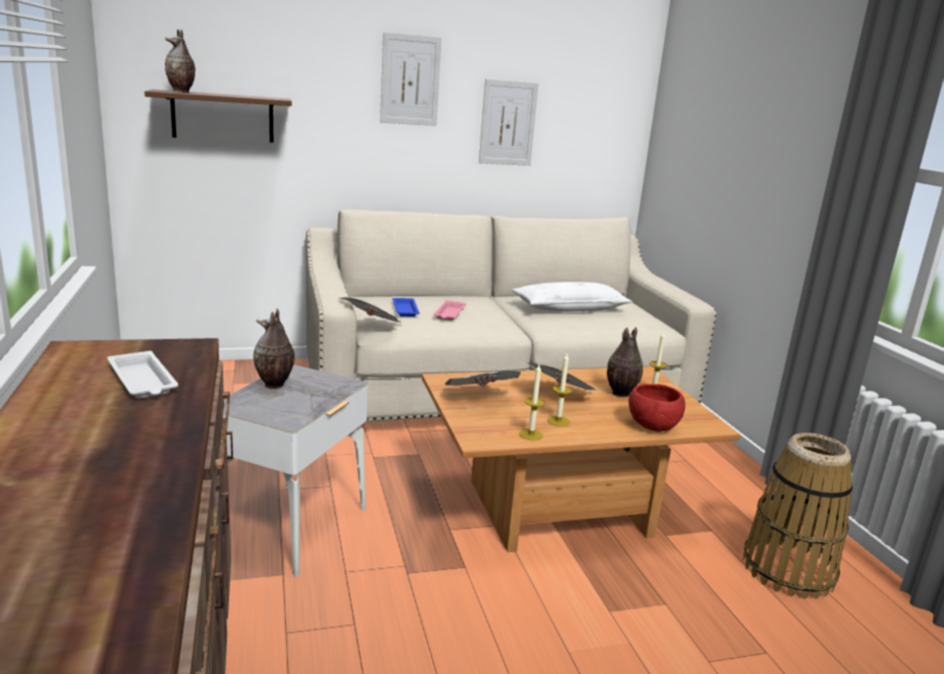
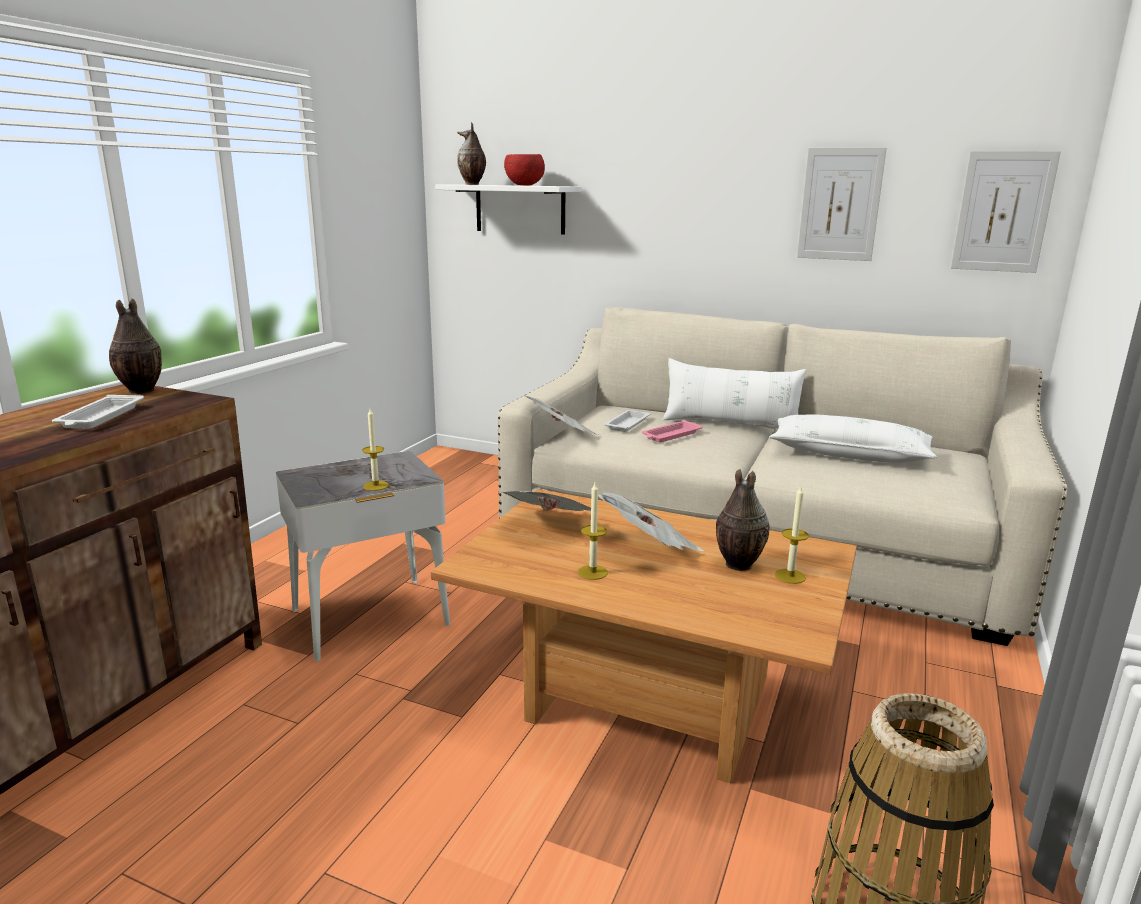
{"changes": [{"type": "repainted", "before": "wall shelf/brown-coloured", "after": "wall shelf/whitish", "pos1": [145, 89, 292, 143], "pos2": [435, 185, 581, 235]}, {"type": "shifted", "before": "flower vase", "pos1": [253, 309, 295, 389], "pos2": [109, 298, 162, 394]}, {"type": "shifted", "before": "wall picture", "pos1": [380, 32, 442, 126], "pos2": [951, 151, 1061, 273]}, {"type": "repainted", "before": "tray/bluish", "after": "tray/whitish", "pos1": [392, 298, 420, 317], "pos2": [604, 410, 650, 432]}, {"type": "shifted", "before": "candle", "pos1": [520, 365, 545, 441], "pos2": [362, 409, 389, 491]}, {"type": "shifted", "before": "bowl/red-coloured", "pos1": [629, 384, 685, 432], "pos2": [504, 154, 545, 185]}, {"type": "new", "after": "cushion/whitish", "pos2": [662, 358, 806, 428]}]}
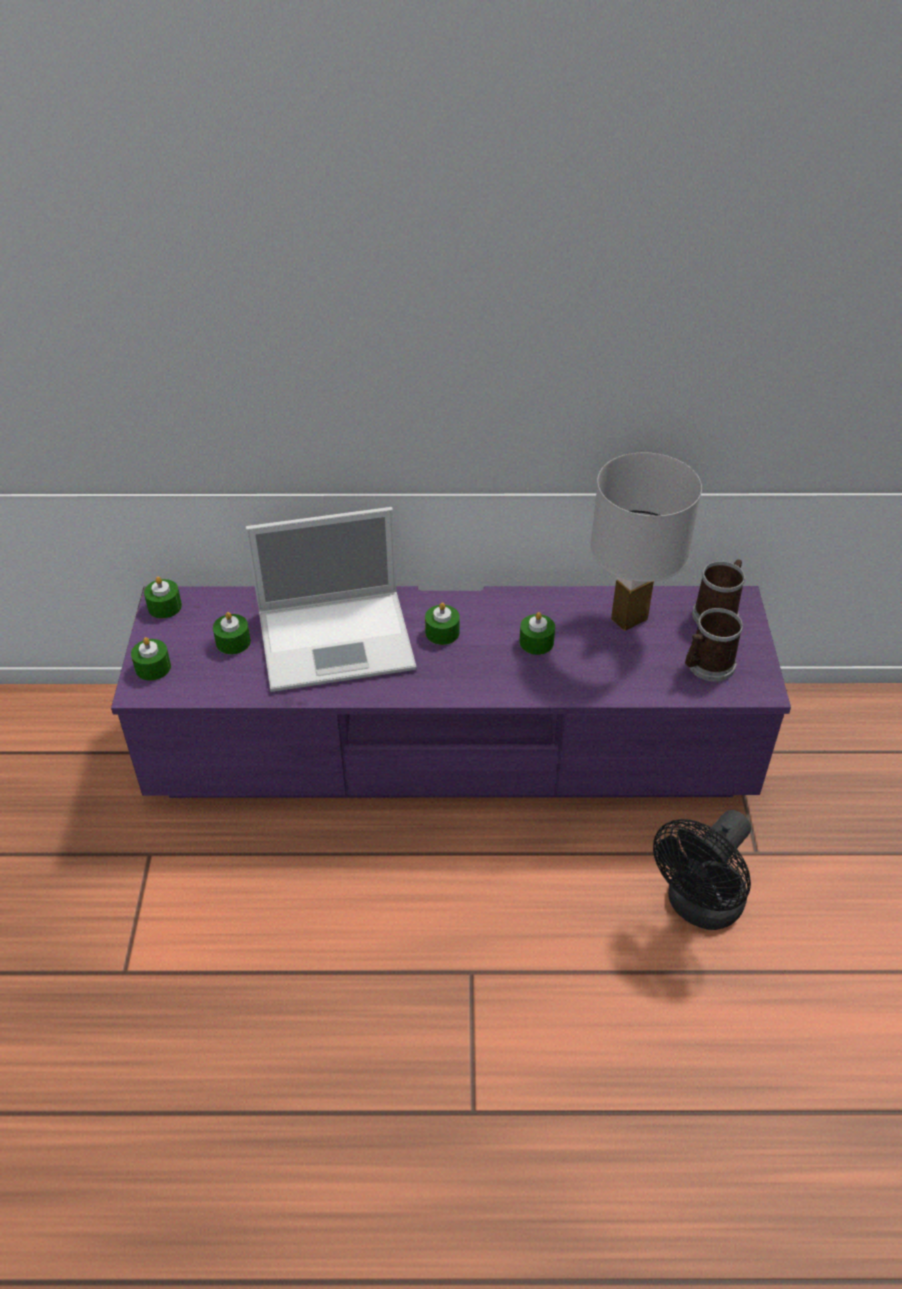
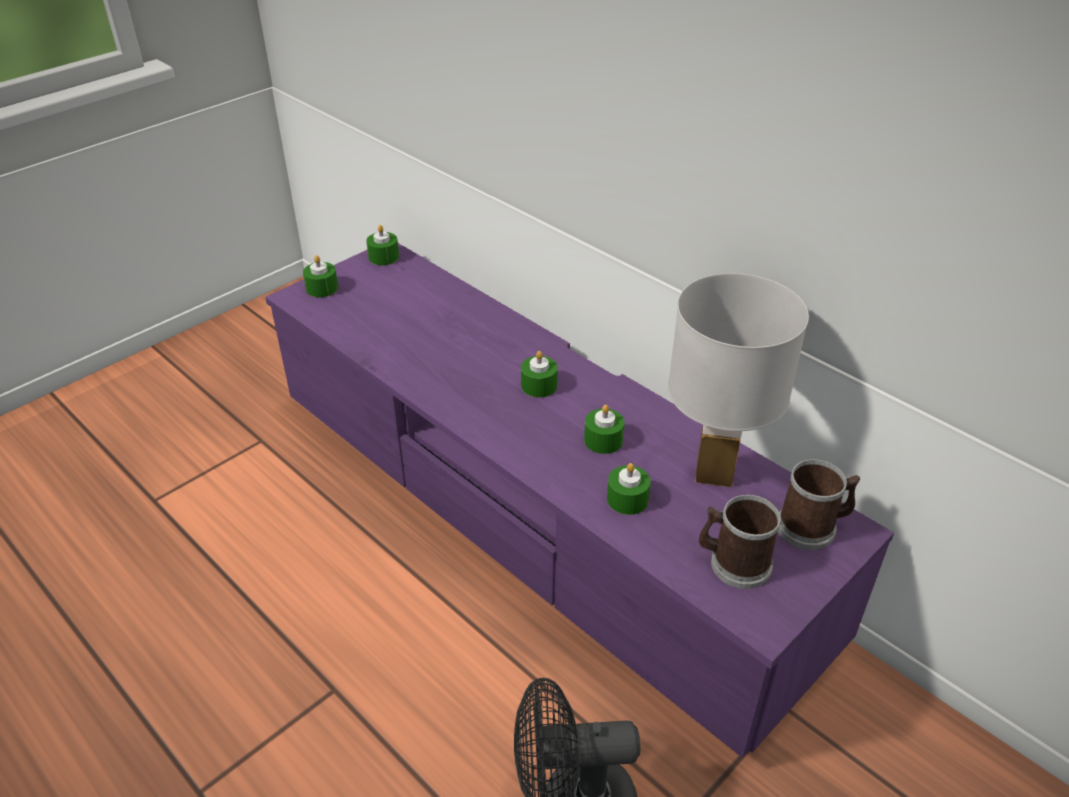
{"changes": [{"type": "shifted", "before": "candle/greenish", "pos1": [213, 612, 251, 655], "pos2": [607, 463, 651, 515]}, {"type": "gone", "before": "portable computer", "pos1": [246, 507, 416, 692]}]}
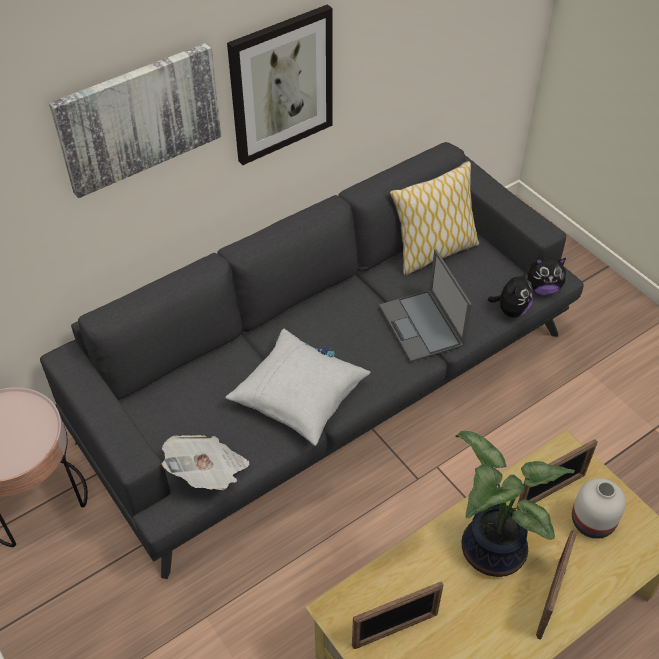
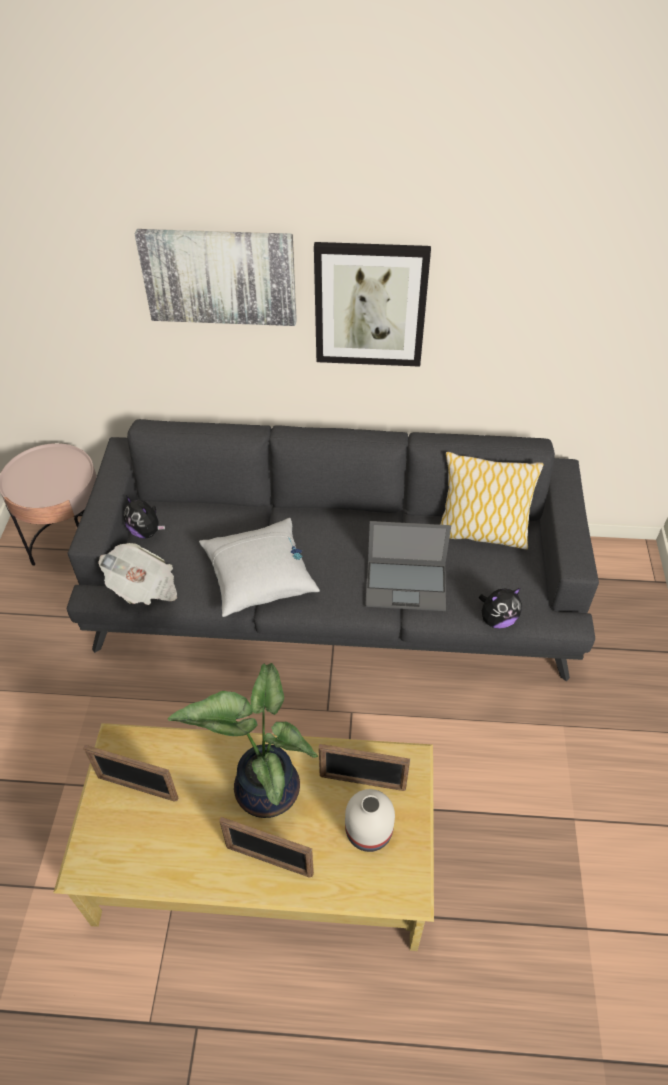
{"changes": [{"type": "rotated", "before": "portable computer", "pos1": [379, 249, 472, 362], "pos2": [365, 521, 451, 611], "turn": -105}, {"type": "shifted", "before": "cuddly toy", "pos1": [527, 256, 566, 295], "pos2": [124, 496, 165, 539]}, {"type": "rotated", "before": "standing frame", "pos1": [536, 529, 578, 640], "pos2": [219, 817, 314, 878], "turn": -135}]}
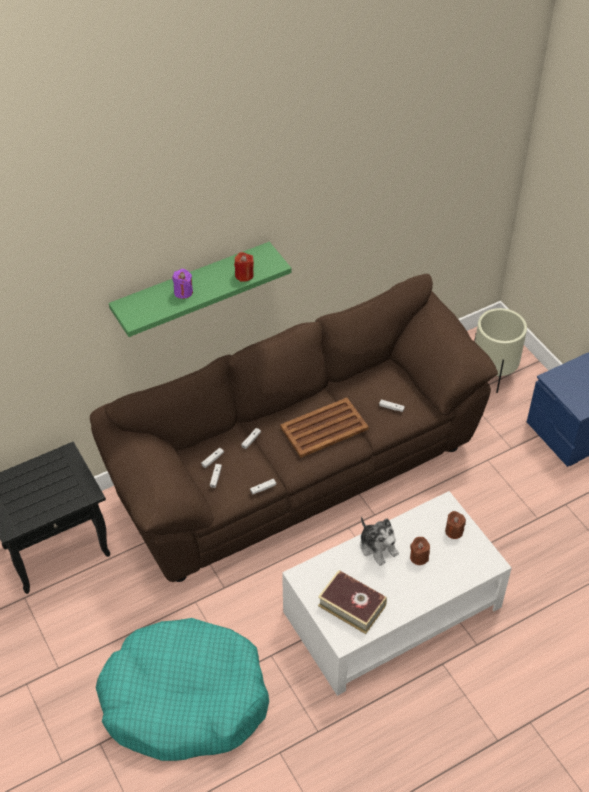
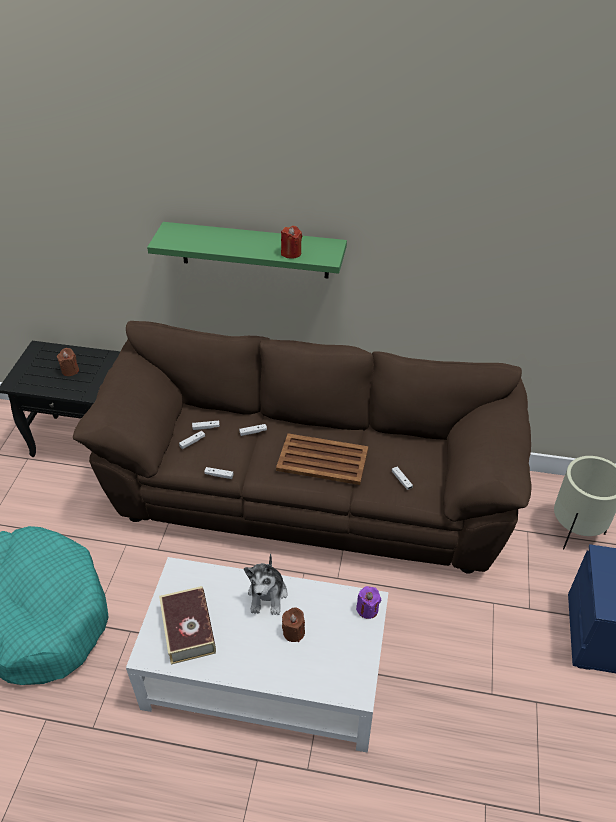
{"changes": [{"type": "shifted", "before": "candle/purple-coloured", "pos1": [172, 269, 193, 299], "pos2": [356, 586, 381, 619]}, {"type": "shifted", "before": "candle/brown-coloured", "pos1": [445, 511, 466, 539], "pos2": [57, 348, 79, 376]}]}
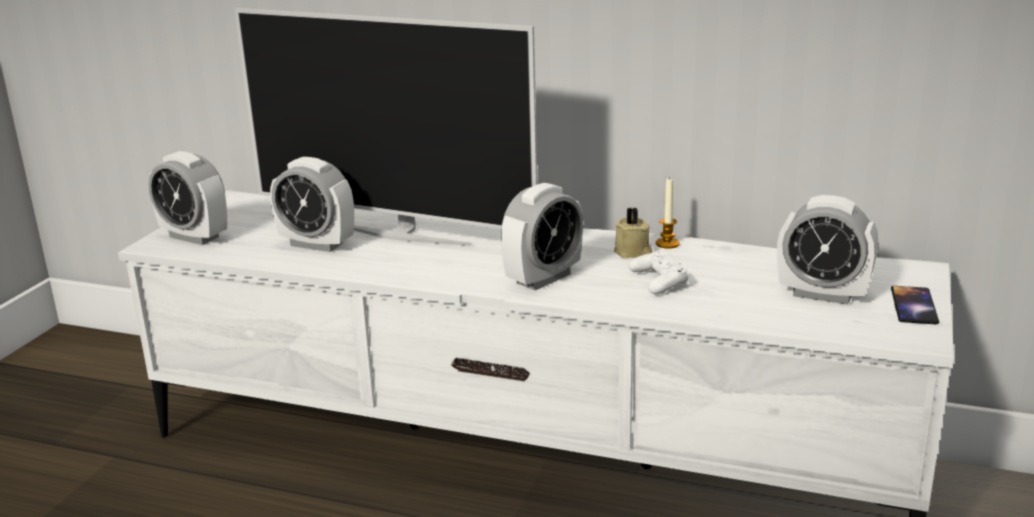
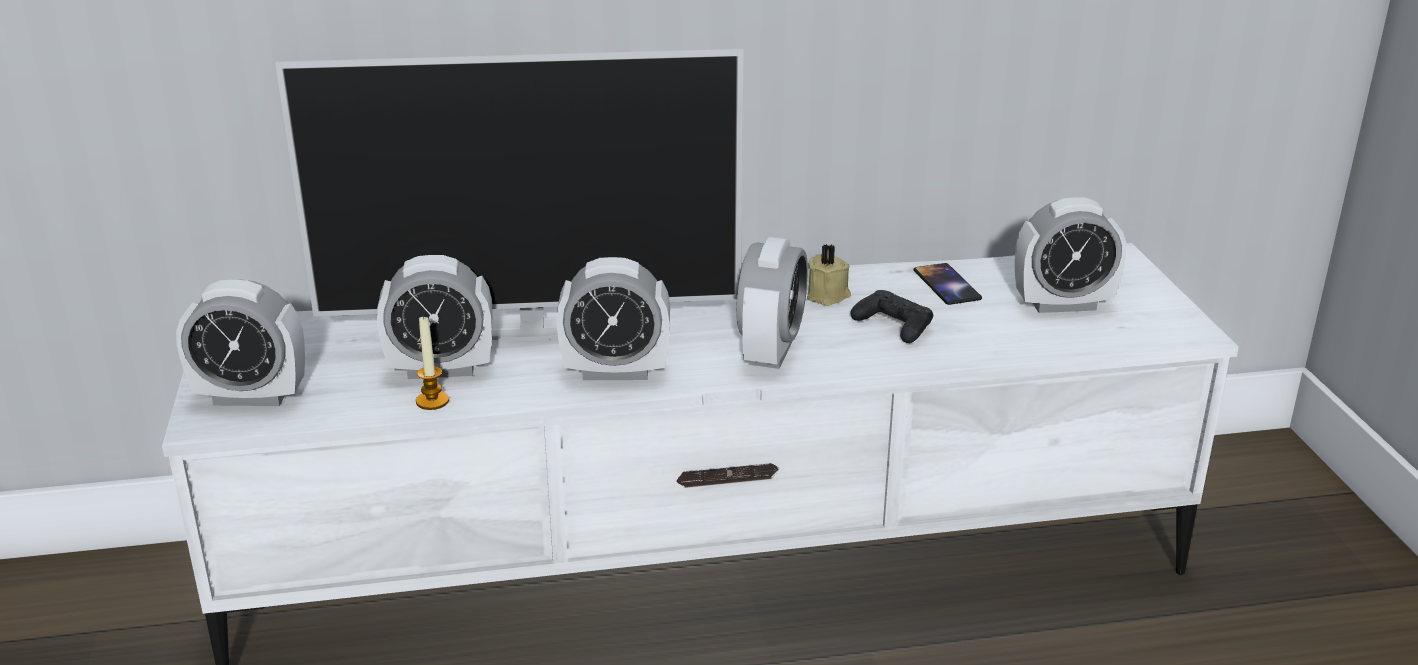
{"changes": [{"type": "repainted", "before": "joypad/whitish", "after": "joypad/black", "pos1": [629, 251, 689, 294], "pos2": [850, 290, 933, 343]}, {"type": "shifted", "before": "candle", "pos1": [656, 177, 680, 249], "pos2": [416, 315, 449, 410]}, {"type": "shifted", "before": "handset", "pos1": [891, 286, 939, 324], "pos2": [914, 263, 982, 305]}, {"type": "new", "after": "alarm clock", "pos2": [556, 257, 670, 380]}]}
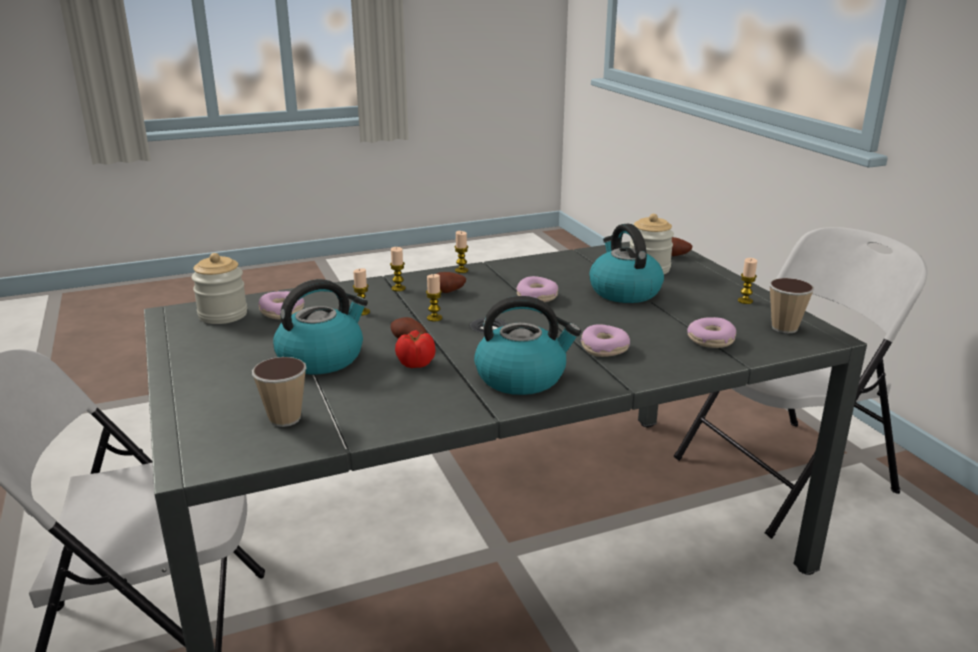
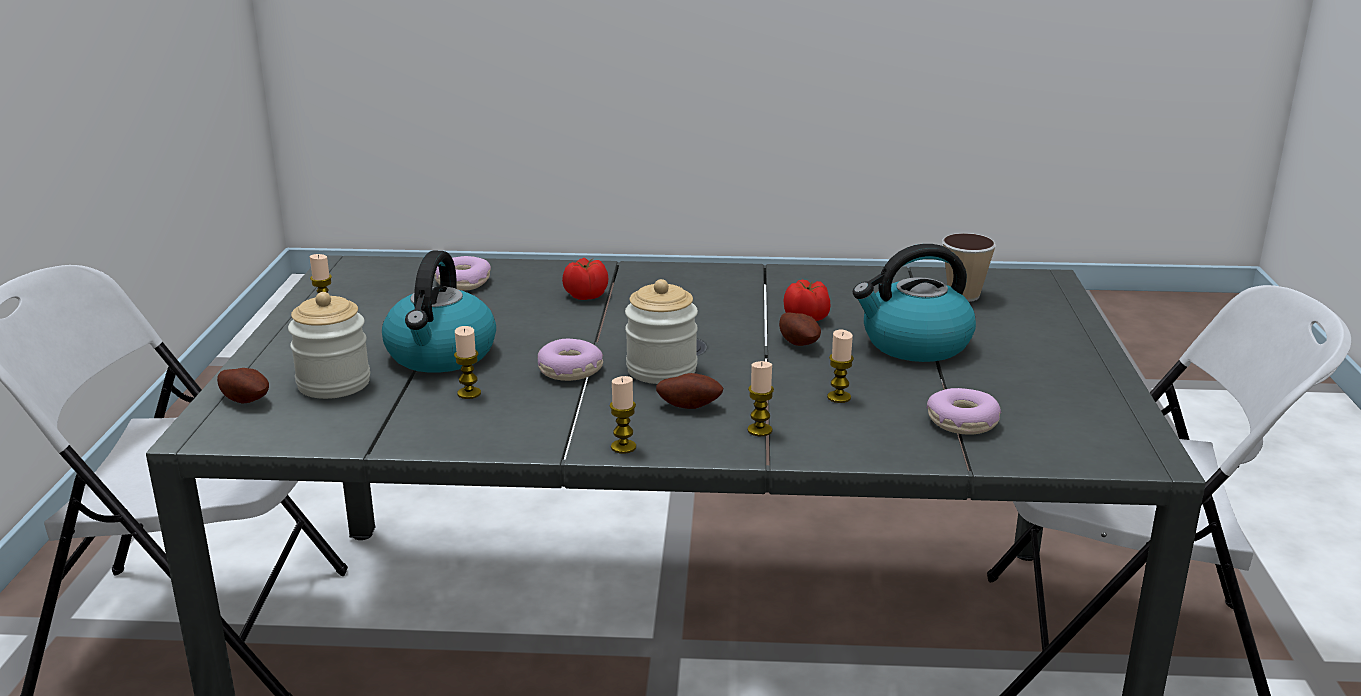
{"changes": [{"type": "shifted", "before": "jar", "pos1": [191, 253, 247, 324], "pos2": [625, 279, 698, 384]}, {"type": "shifted", "before": "candle", "pos1": [426, 274, 442, 322], "pos2": [454, 326, 481, 399]}, {"type": "gone", "before": "tea kettle", "pos1": [474, 296, 581, 395]}, {"type": "swapped", "before": "doughnut", "after": "whole tomato", "pos1": [581, 324, 630, 357], "pos2": [562, 258, 609, 300]}, {"type": "gone", "before": "small cup", "pos1": [769, 278, 814, 333]}]}
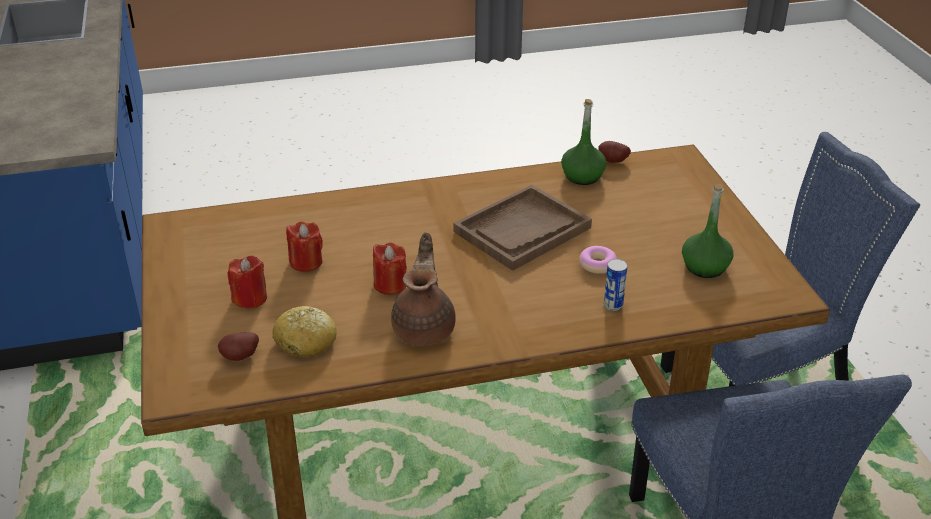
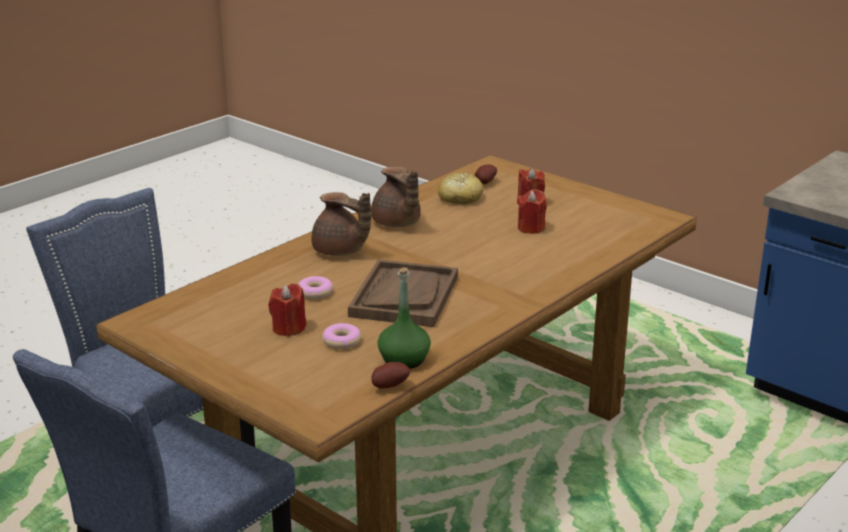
{"changes": [{"type": "shifted", "before": "candle/red-coloured", "pos1": [373, 242, 407, 295], "pos2": [269, 283, 306, 337]}, {"type": "gone", "before": "sealed can", "pos1": [604, 259, 628, 311]}, {"type": "gone", "before": "bottle/greenish", "pos1": [682, 184, 734, 278]}, {"type": "new", "after": "tea pot/brown-coloured", "pos2": [311, 192, 371, 256]}, {"type": "new", "after": "doughnut", "pos2": [322, 323, 361, 349]}]}
